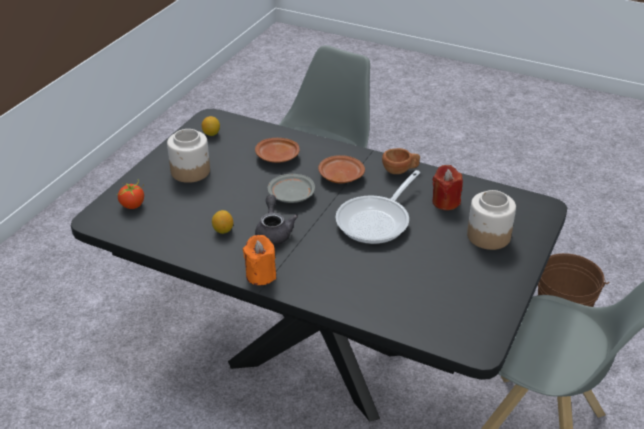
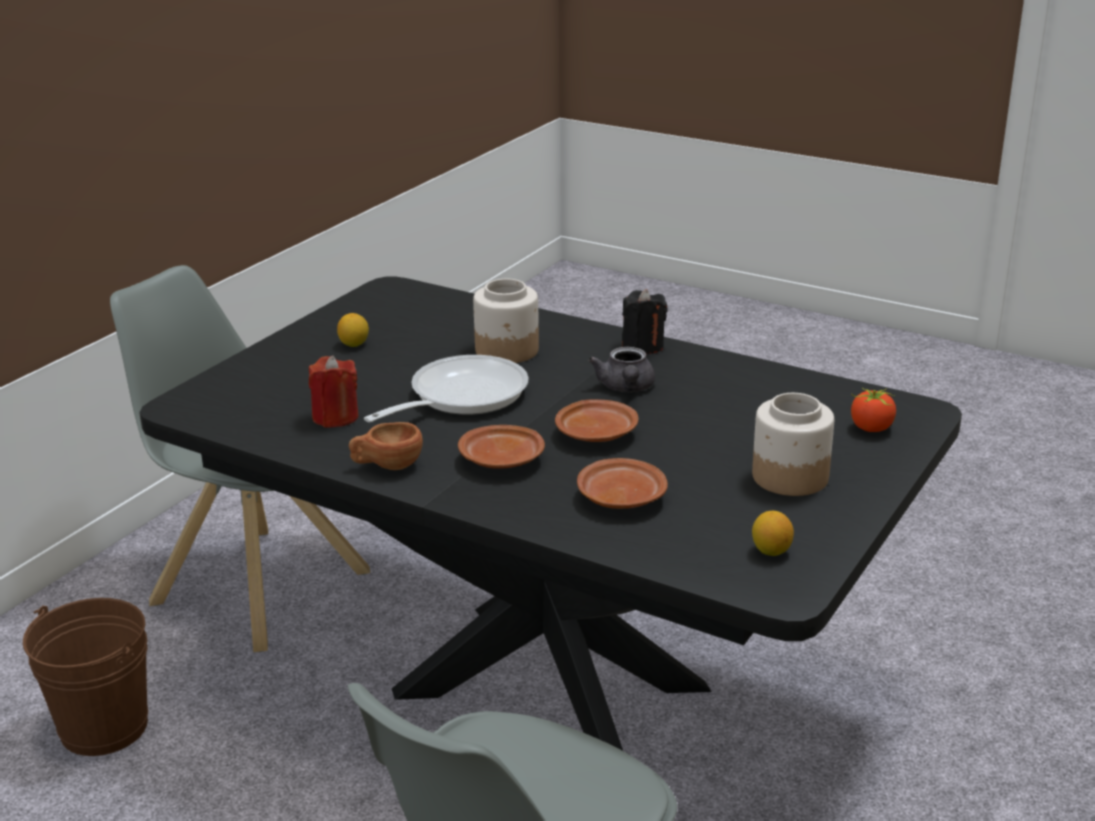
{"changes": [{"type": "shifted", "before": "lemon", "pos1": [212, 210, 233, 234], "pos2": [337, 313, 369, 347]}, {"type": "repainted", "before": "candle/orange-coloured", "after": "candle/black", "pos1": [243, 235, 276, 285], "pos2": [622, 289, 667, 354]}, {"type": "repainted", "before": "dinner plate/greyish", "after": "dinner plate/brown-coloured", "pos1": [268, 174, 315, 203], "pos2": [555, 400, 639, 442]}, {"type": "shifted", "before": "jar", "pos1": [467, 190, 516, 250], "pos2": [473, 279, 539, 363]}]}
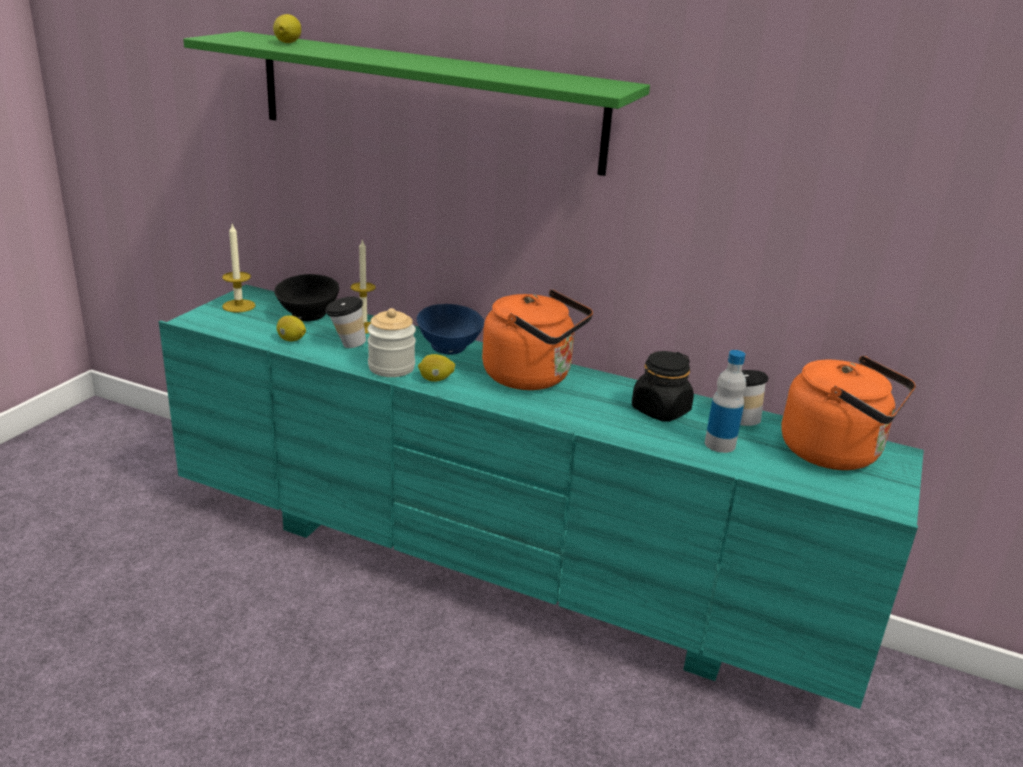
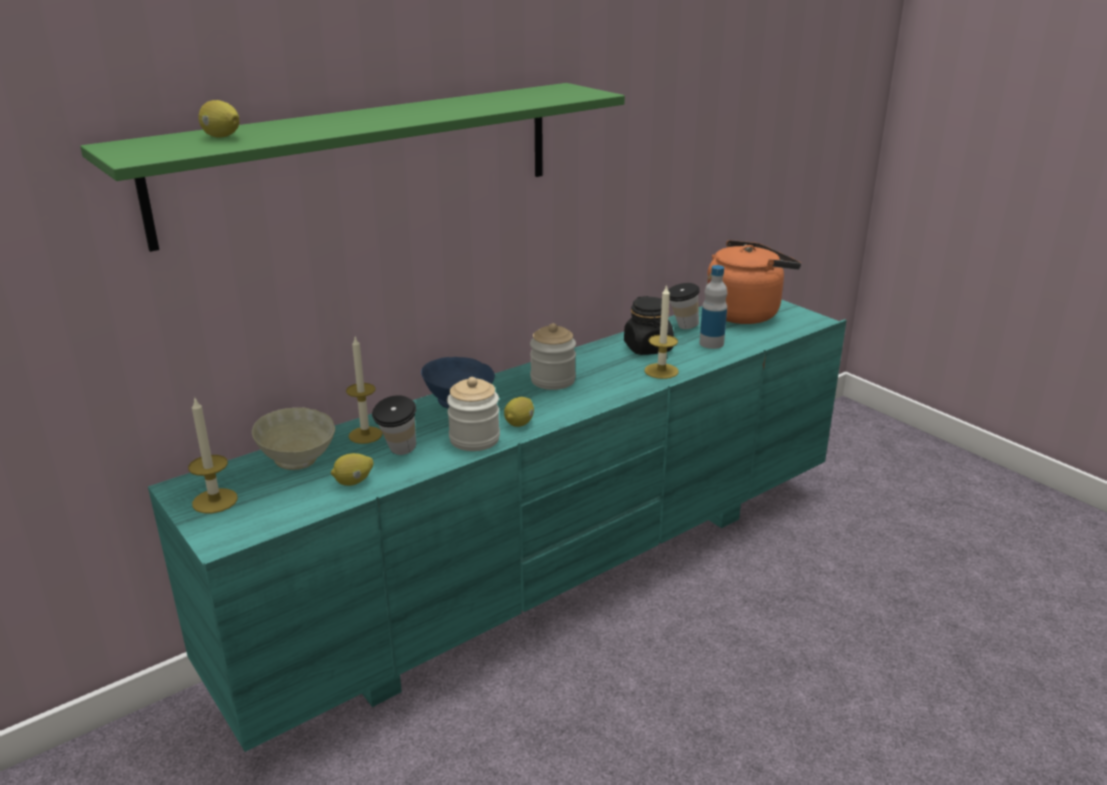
{"changes": [{"type": "repainted", "before": "bowl/black", "after": "bowl/beige", "pos1": [274, 274, 339, 321], "pos2": [252, 407, 335, 470]}, {"type": "swapped", "before": "tea kettle/orange-coloured", "after": "jar", "pos1": [482, 289, 593, 390], "pos2": [530, 323, 576, 390]}, {"type": "new", "after": "candle", "pos2": [645, 284, 678, 379]}]}
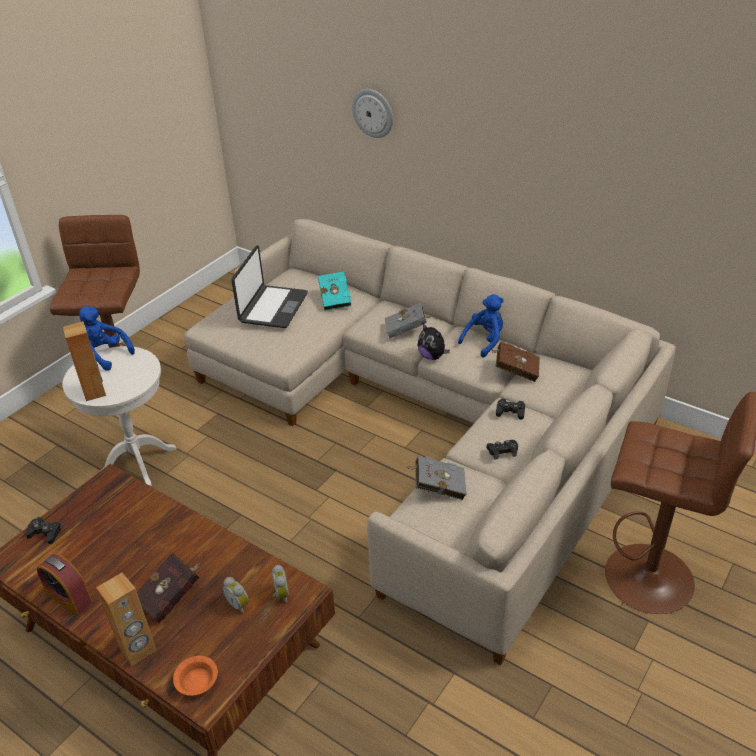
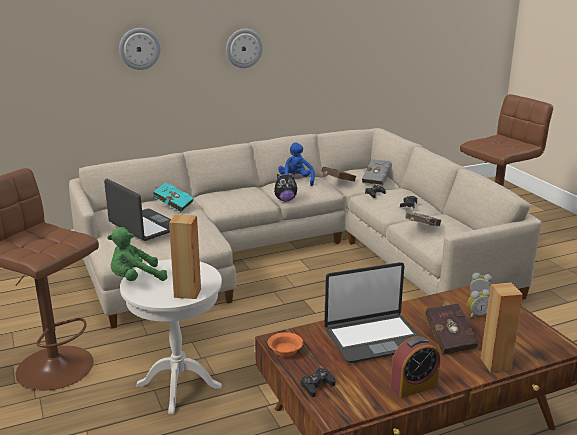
{"changes": [{"type": "repainted", "before": "cuddly toy/bluish", "after": "cuddly toy/greenish", "pos1": [79, 306, 135, 371], "pos2": [107, 227, 167, 281]}, {"type": "shifted", "before": "bowl/orange-coloured", "pos1": [173, 656, 218, 696], "pos2": [268, 332, 303, 357]}, {"type": "shifted", "before": "volume/greyish", "pos1": [385, 303, 433, 338], "pos2": [362, 159, 392, 185]}, {"type": "new", "after": "wall clock", "pos2": [226, 29, 263, 68]}, {"type": "new", "after": "portable computer", "pos2": [325, 262, 420, 363]}]}
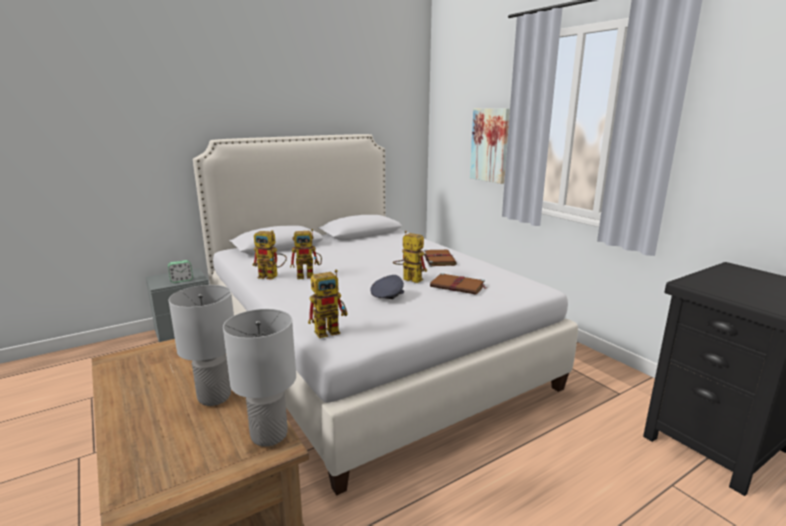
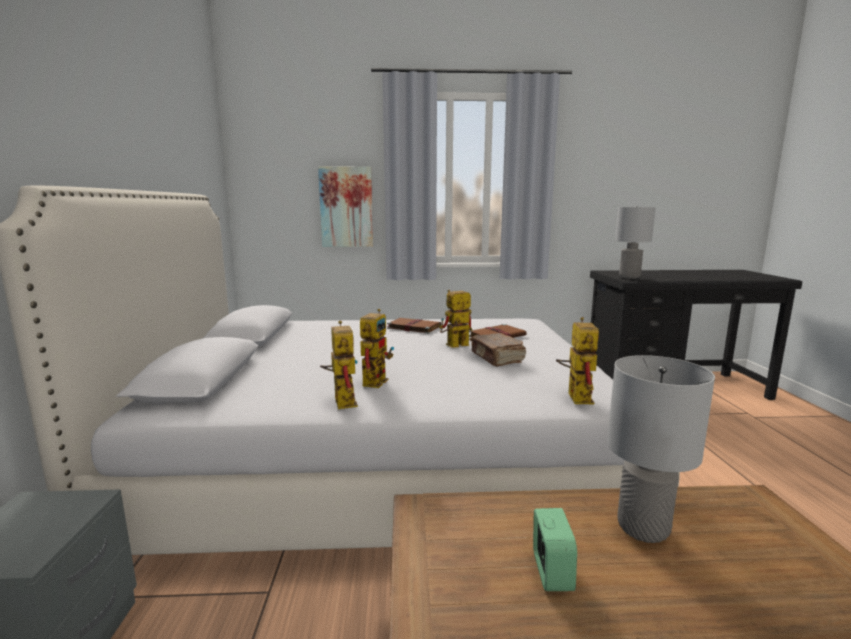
{"changes": [{"type": "shifted", "before": "alarm clock", "pos1": [168, 260, 193, 283], "pos2": [533, 508, 577, 591]}, {"type": "shifted", "before": "lamp for a table/greyish", "pos1": [223, 309, 296, 447], "pos2": [615, 206, 656, 279]}, {"type": "rotated", "before": "robot figure", "pos1": [252, 230, 287, 280], "pos2": [320, 321, 358, 409], "turn": -60}, {"type": "swapped", "before": "peaked cap/greyish", "after": "volume/brown-coloured", "pos1": [370, 275, 404, 299], "pos2": [470, 333, 526, 366]}]}
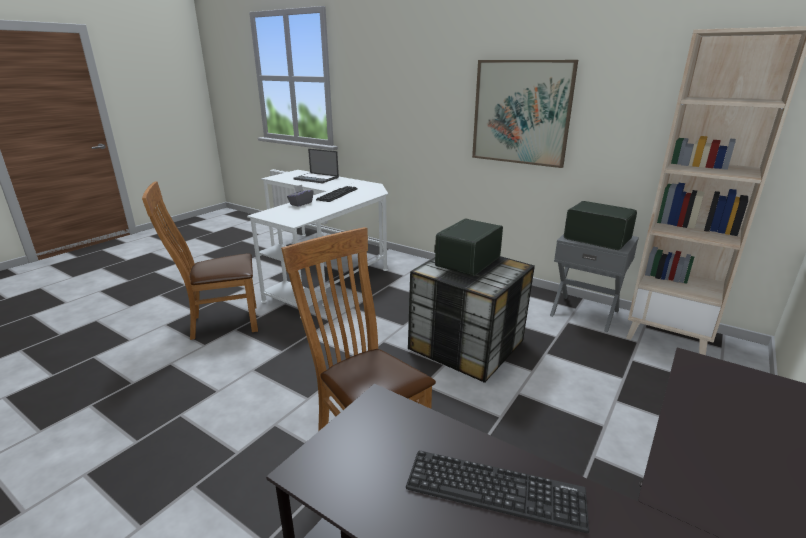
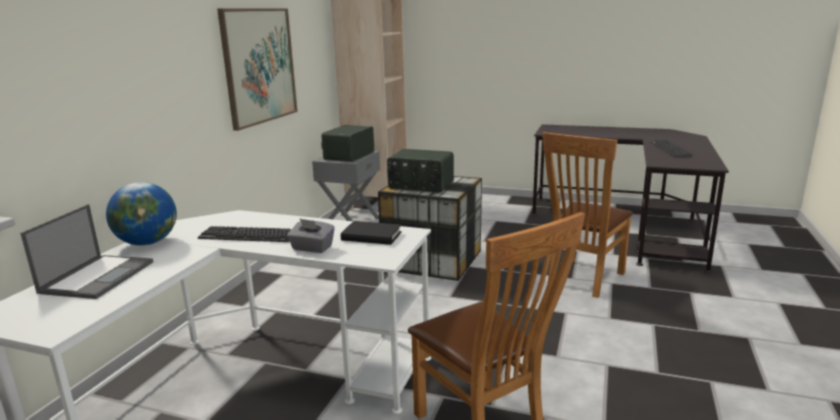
{"changes": [{"type": "new", "after": "globe", "pos2": [106, 182, 177, 246]}, {"type": "new", "after": "volume/black", "pos2": [341, 221, 402, 245]}]}
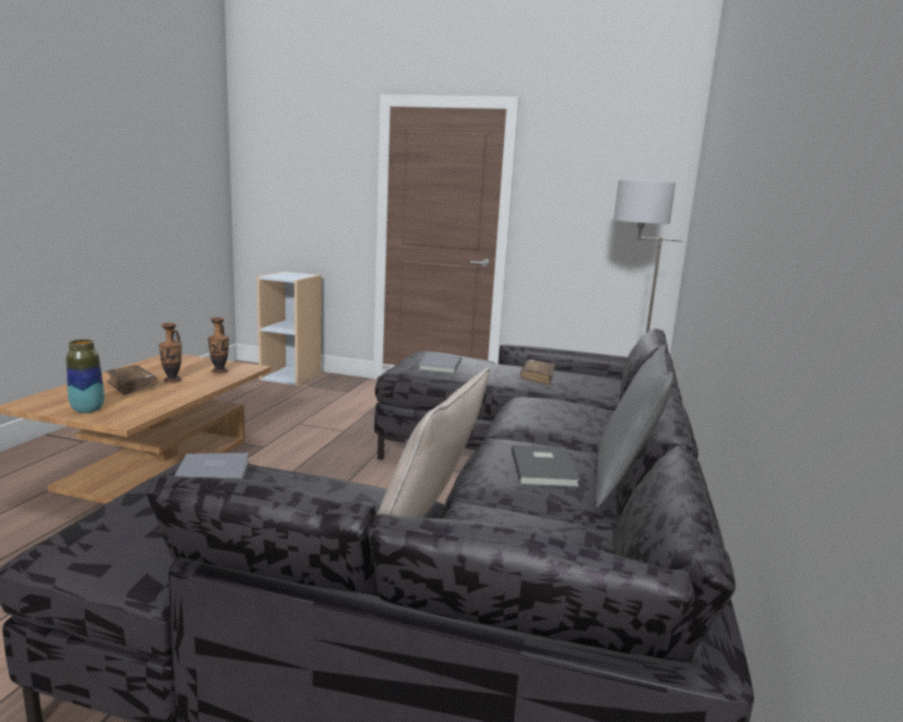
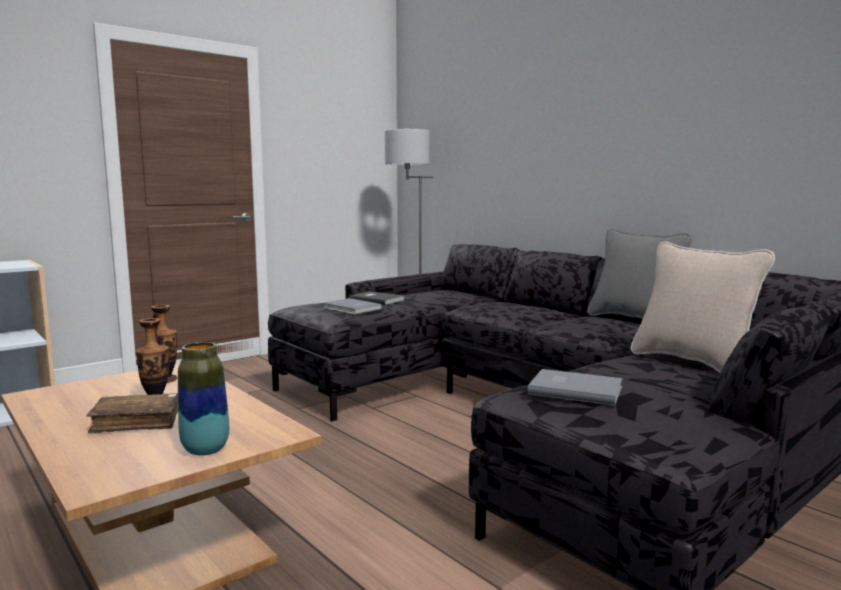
{"changes": [{"type": "shifted", "before": "volume/greyish", "pos1": [511, 445, 580, 488], "pos2": [349, 291, 405, 305]}, {"type": "gone", "before": "volume/brown-coloured", "pos1": [520, 360, 555, 386]}]}
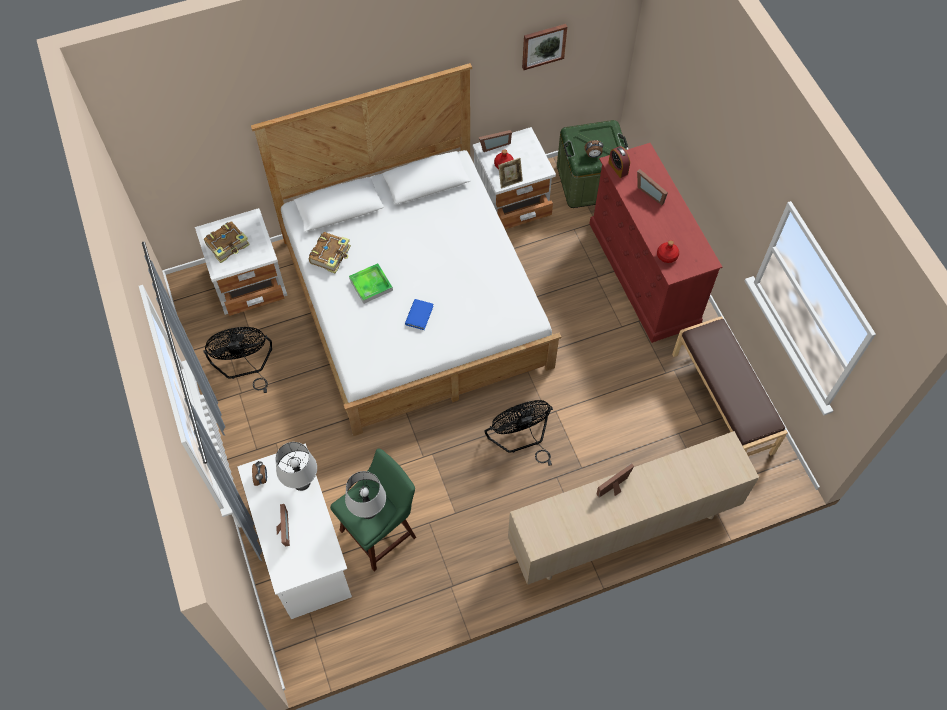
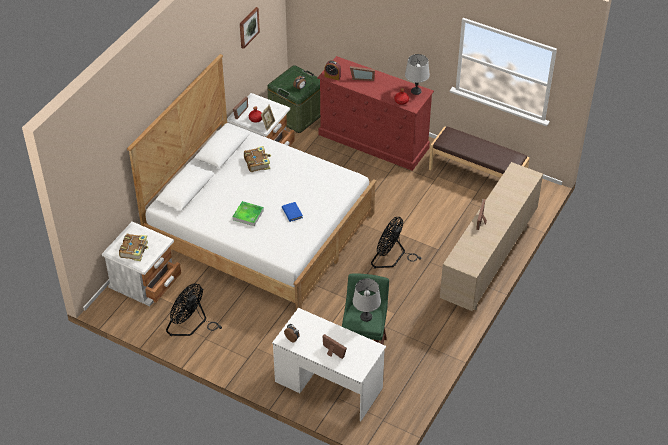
{"changes": [{"type": "shifted", "before": "lamp for a table/greyish", "pos1": [275, 442, 317, 491], "pos2": [405, 54, 430, 95]}, {"type": "shifted", "before": "volume", "pos1": [309, 232, 351, 274], "pos2": [244, 146, 271, 172]}]}
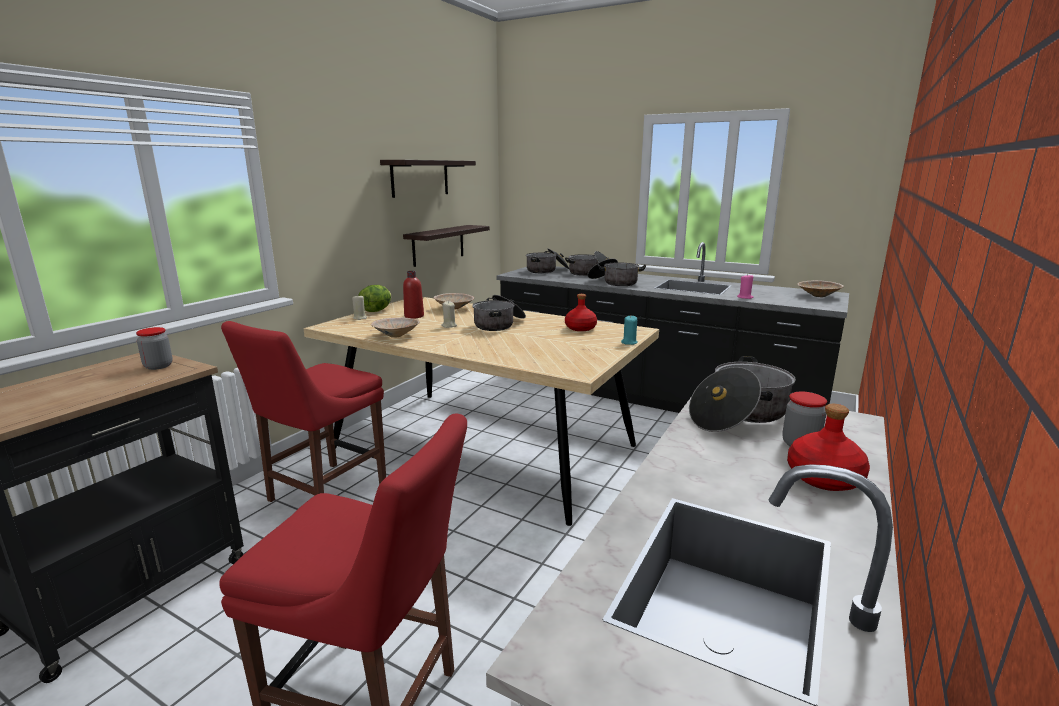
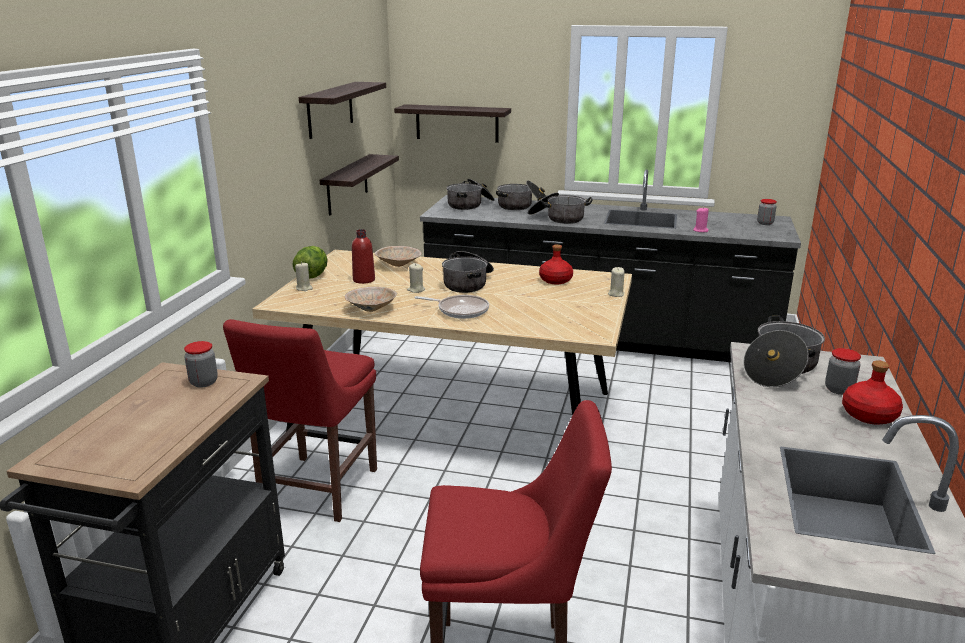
{"changes": [{"type": "repainted", "before": "candle/turquoise", "after": "candle/beige", "pos1": [621, 316, 638, 345], "pos2": [608, 267, 625, 297]}, {"type": "swapped", "before": "bowl/beige", "after": "jar", "pos1": [797, 280, 844, 297], "pos2": [757, 199, 777, 225]}, {"type": "new", "after": "wall shelf", "pos2": [394, 104, 511, 143]}, {"type": "new", "after": "frying pan", "pos2": [415, 295, 489, 319]}]}
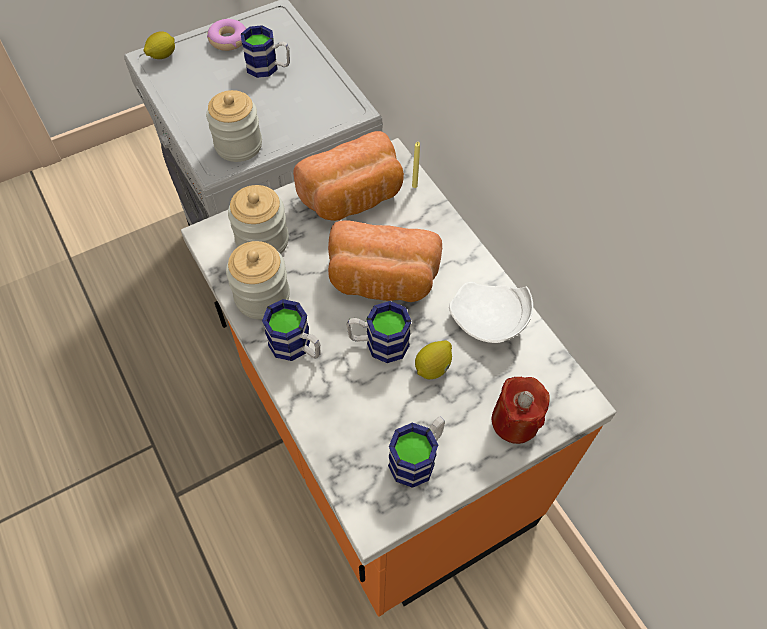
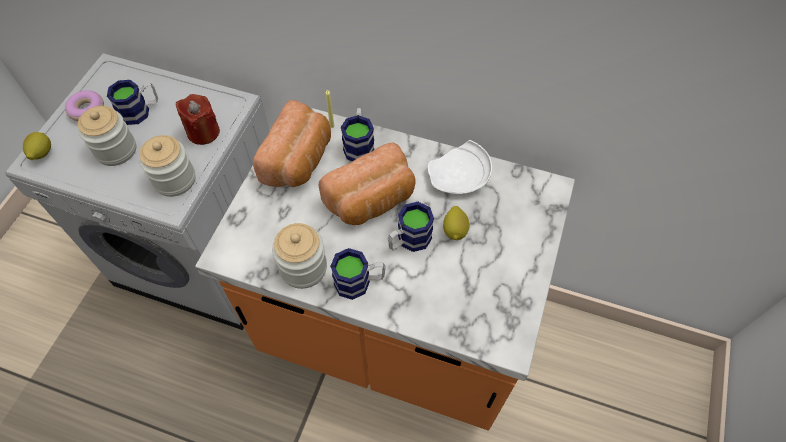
{"changes": [{"type": "shifted", "before": "jar", "pos1": [228, 185, 289, 254], "pos2": [78, 106, 136, 166]}, {"type": "shifted", "before": "mug", "pos1": [388, 417, 445, 488], "pos2": [341, 108, 374, 161]}, {"type": "shifted", "before": "candle/red-coloured", "pos1": [492, 377, 550, 444], "pos2": [176, 94, 220, 145]}]}
